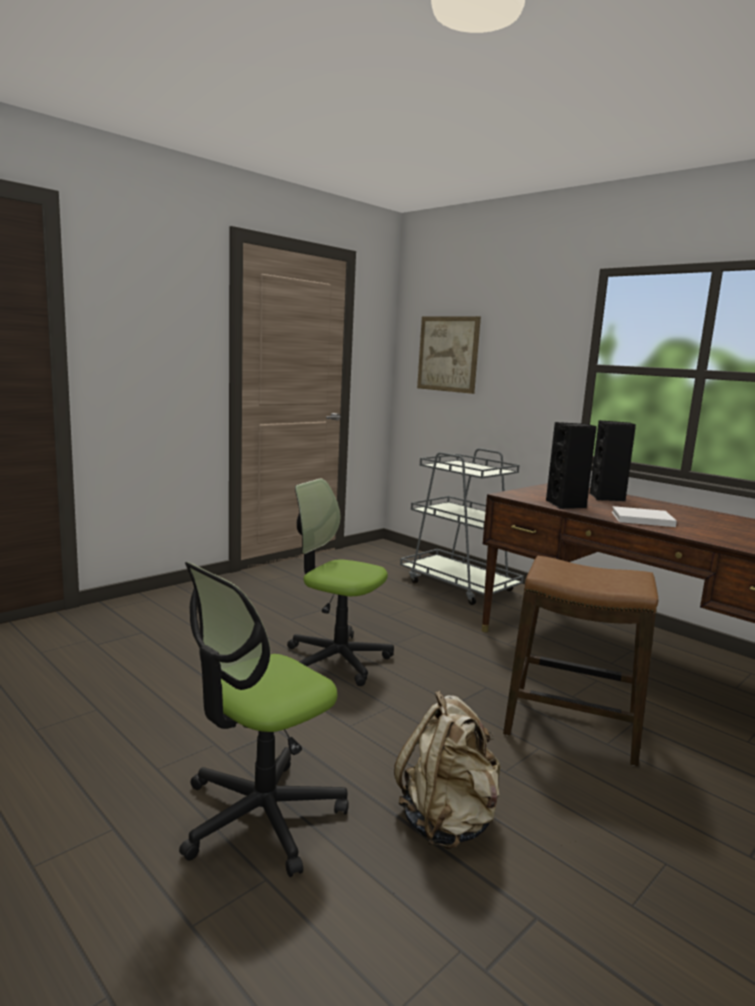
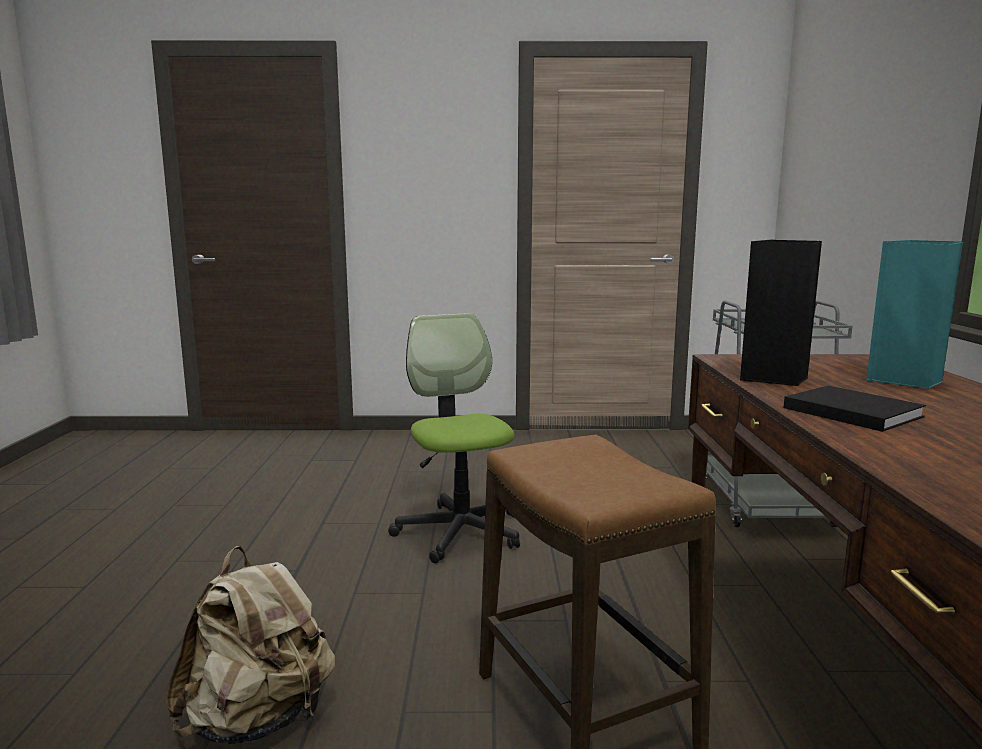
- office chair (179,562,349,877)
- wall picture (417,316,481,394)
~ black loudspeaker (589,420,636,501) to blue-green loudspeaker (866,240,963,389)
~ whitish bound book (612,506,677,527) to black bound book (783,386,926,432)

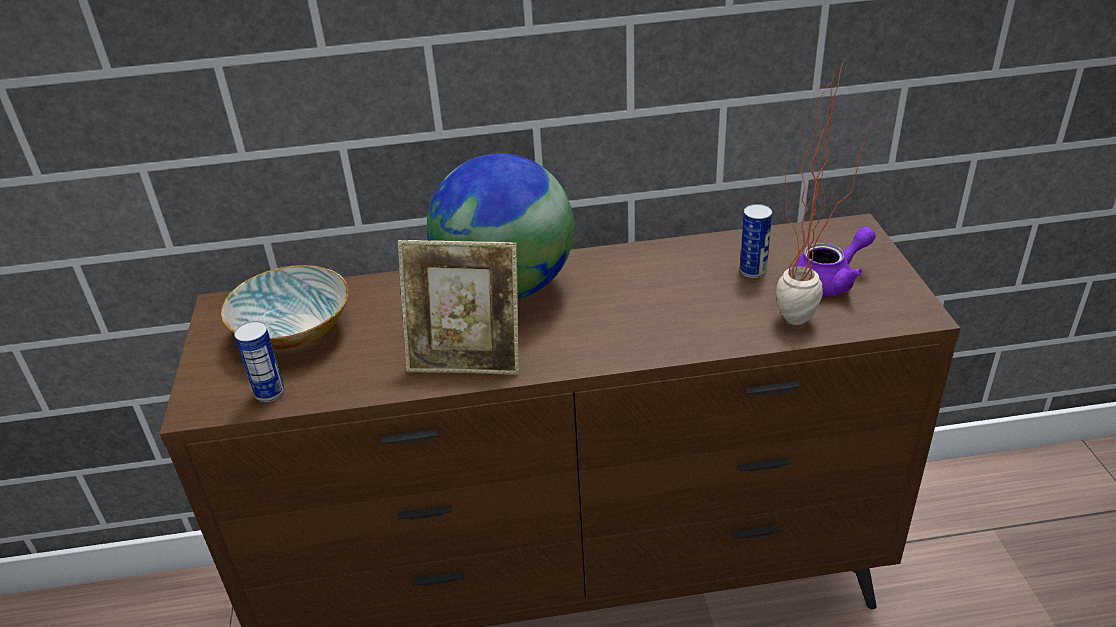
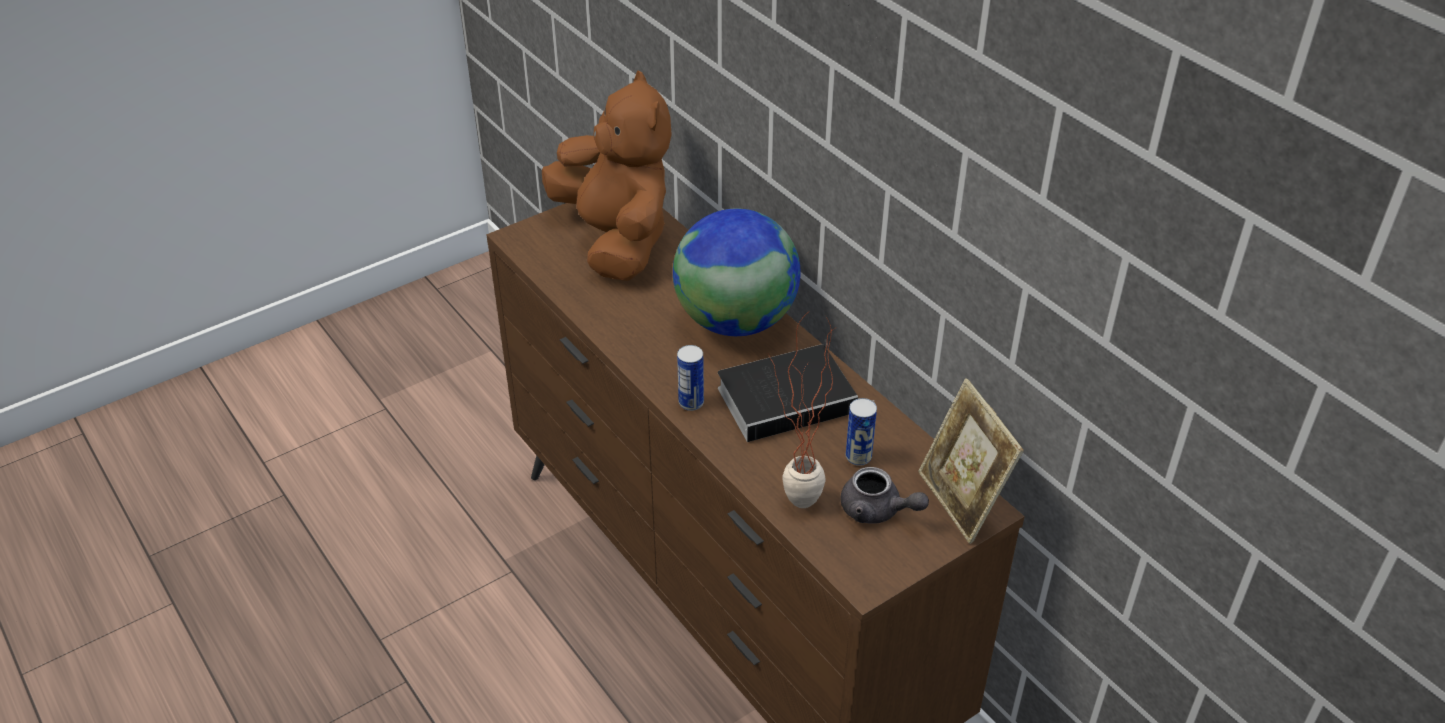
~ serving bowl (221,265,349,350) to brownish plush toy (542,71,672,281)
~ metal can (234,321,285,402) to (677,345,704,411)
~ standing frame (398,240,520,375) to (918,379,1024,544)
~ purple-coloured pot for tea (795,226,876,297) to greyish pot for tea (840,467,929,524)
+ bound book (718,345,874,442)

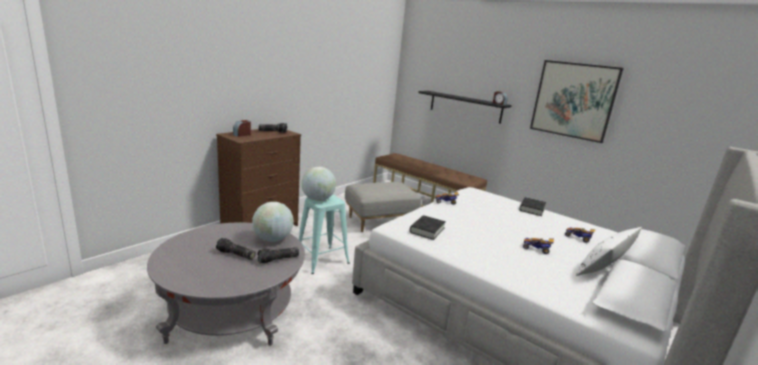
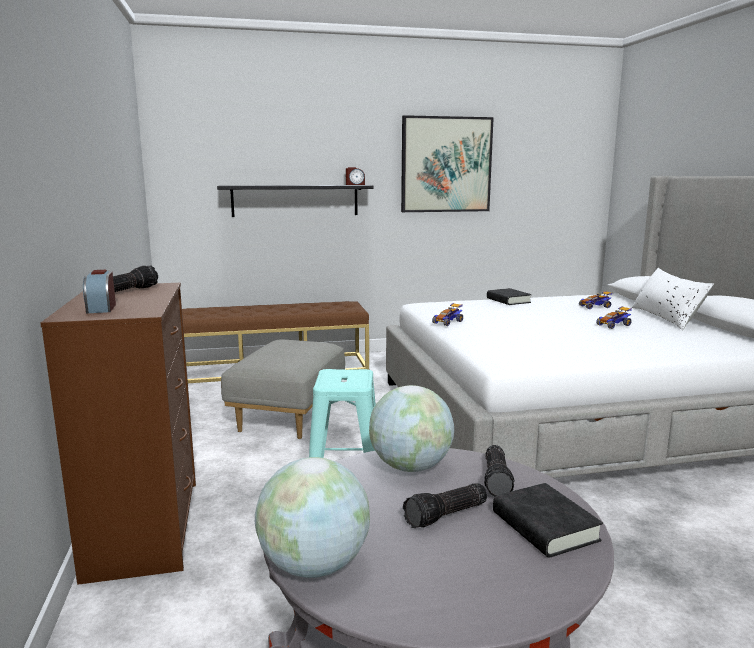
~ globe (301,167,336,201) to (255,457,370,578)
~ black bound book (409,215,446,240) to (493,483,603,558)

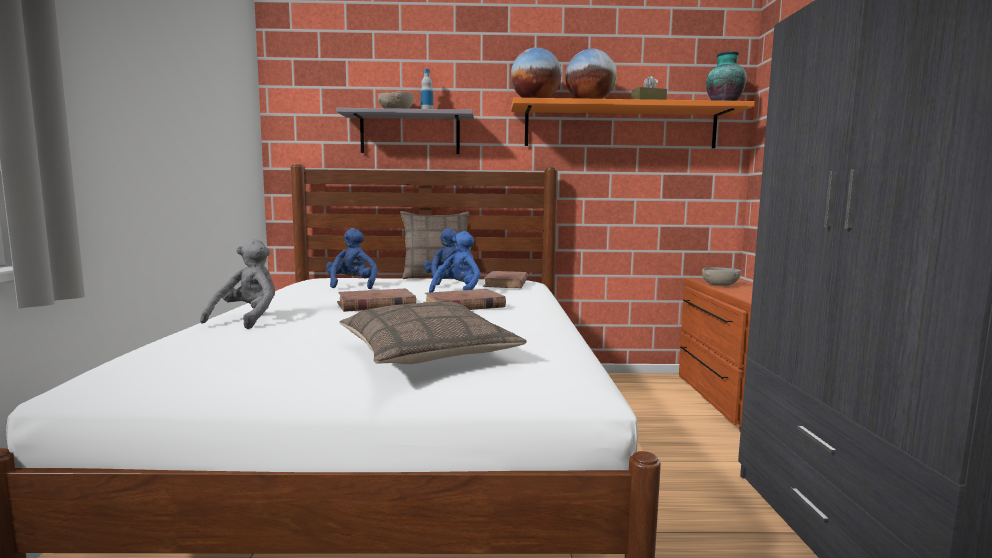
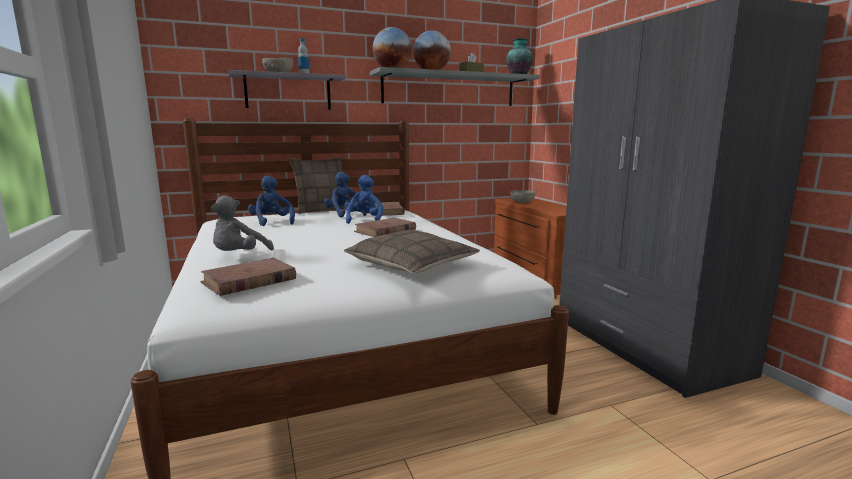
~ greyish plush toy (200,239,275,329) = (211,195,274,251) 150 degrees counterclockwise
~ brownish bound book (337,289,416,312) to (200,258,296,296)
~ orangey wall shelf (511,98,755,149) to greyish wall shelf (370,67,540,106)

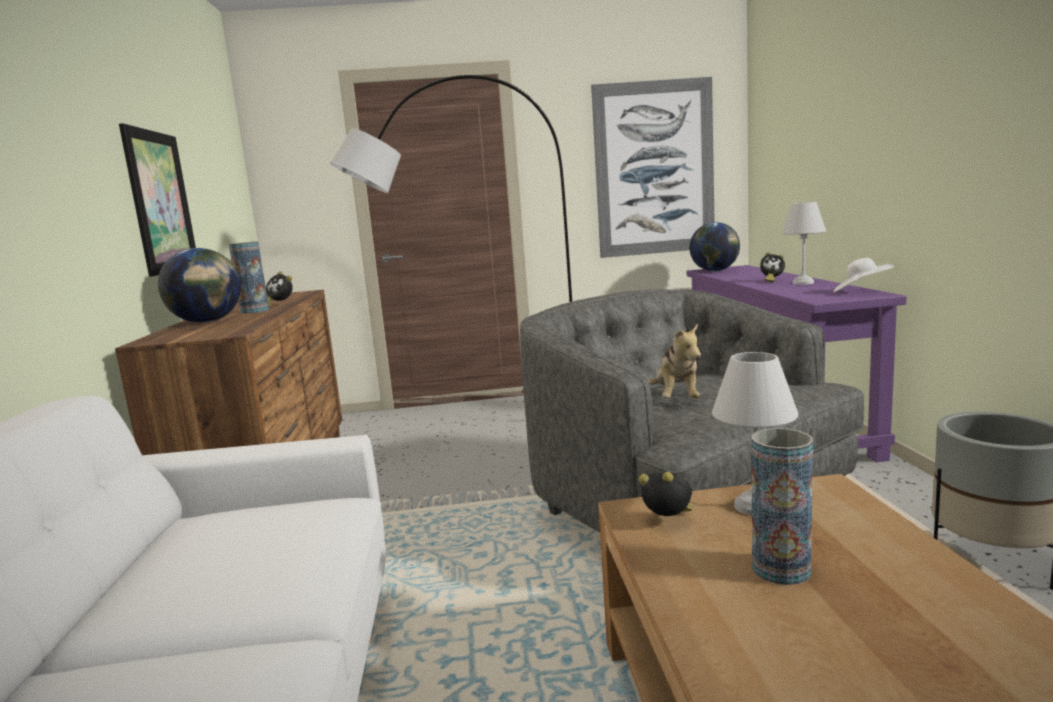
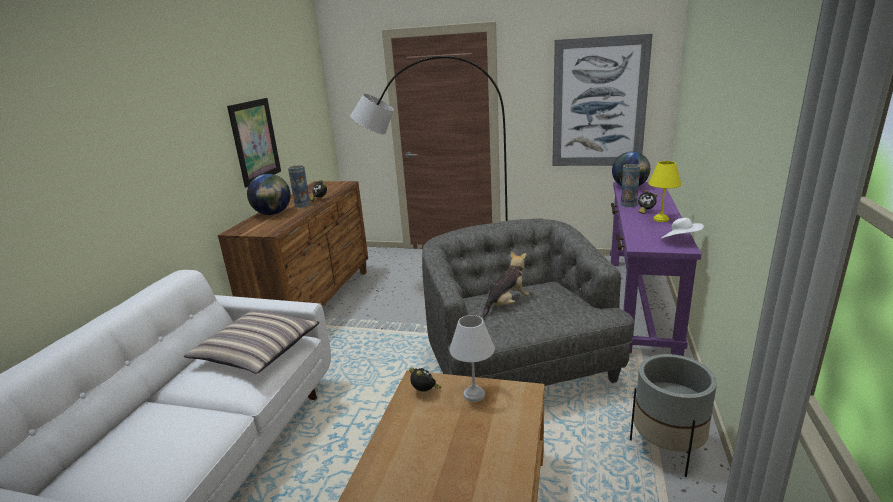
~ plush toy (648,323,701,398) = (483,251,529,318) 150 degrees counterclockwise
~ flower vase (751,428,813,585) to (621,164,640,207)
~ whitish tabletop lamp (782,202,826,285) to yellowish tabletop lamp (648,161,681,222)
+ cushion (184,310,320,374)

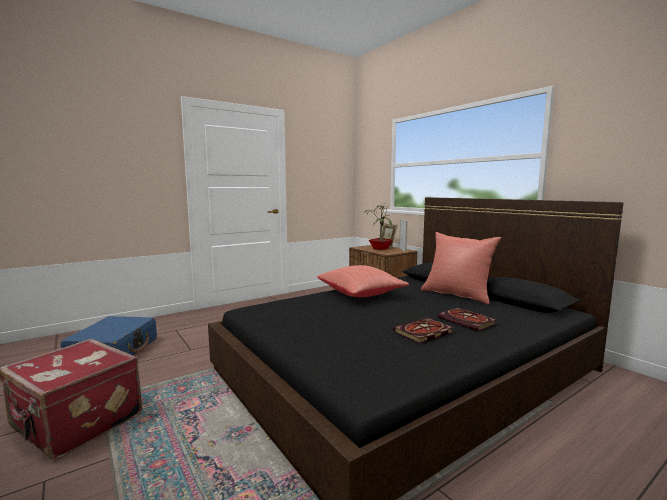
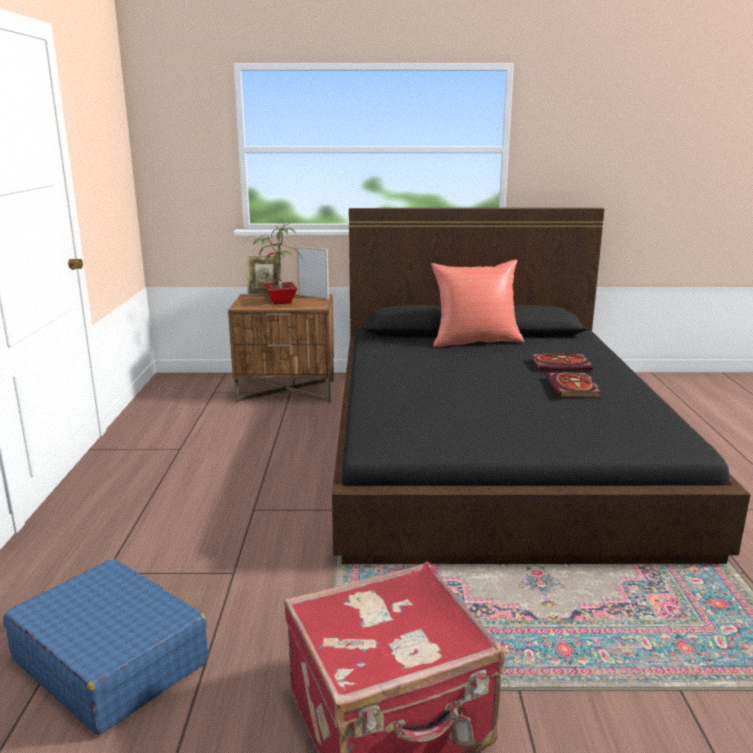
- reddish cushion (317,265,409,297)

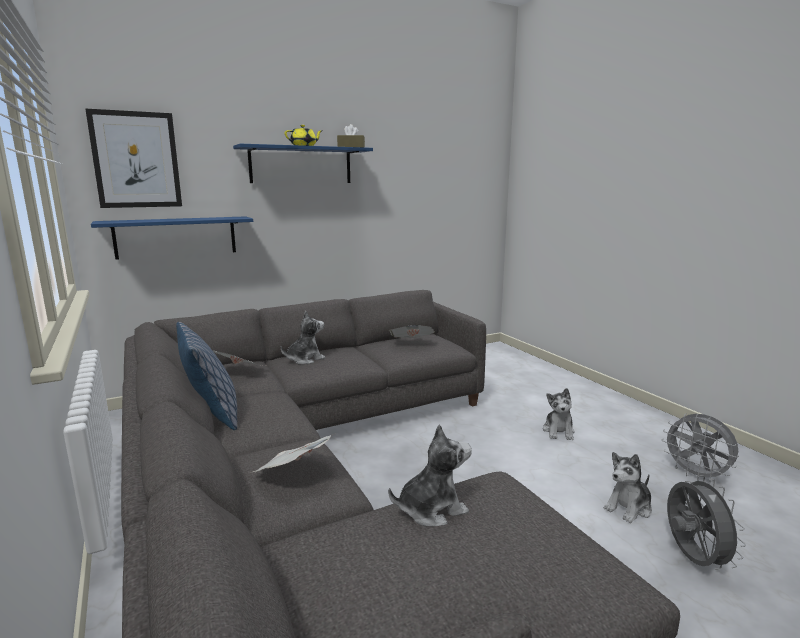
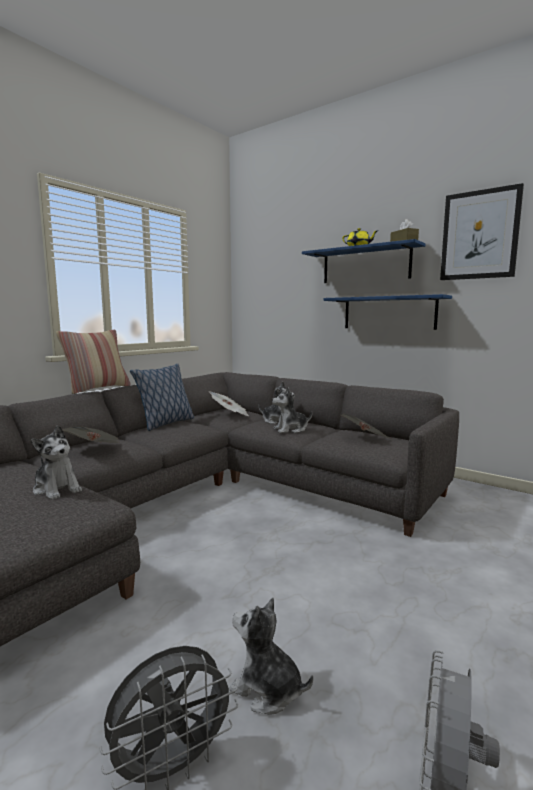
~ wall picture (85,109,182,208) to (440,183,524,280)
~ blue wall shelf (91,216,253,260) to (323,294,452,330)
~ plush toy (543,388,575,440) to (272,387,313,433)
+ cushion (56,330,131,394)

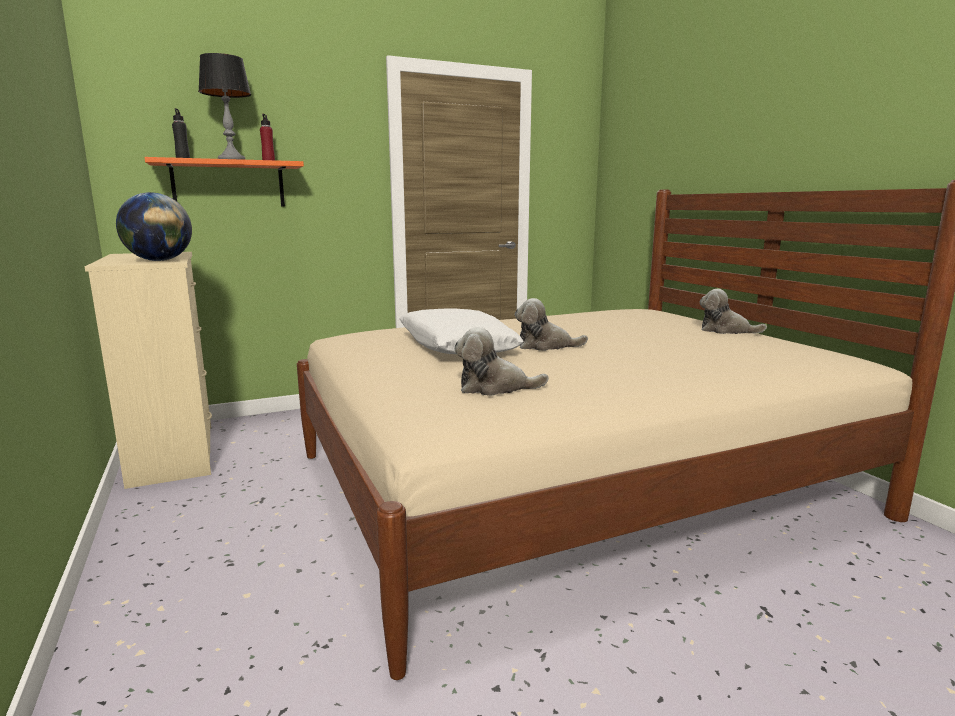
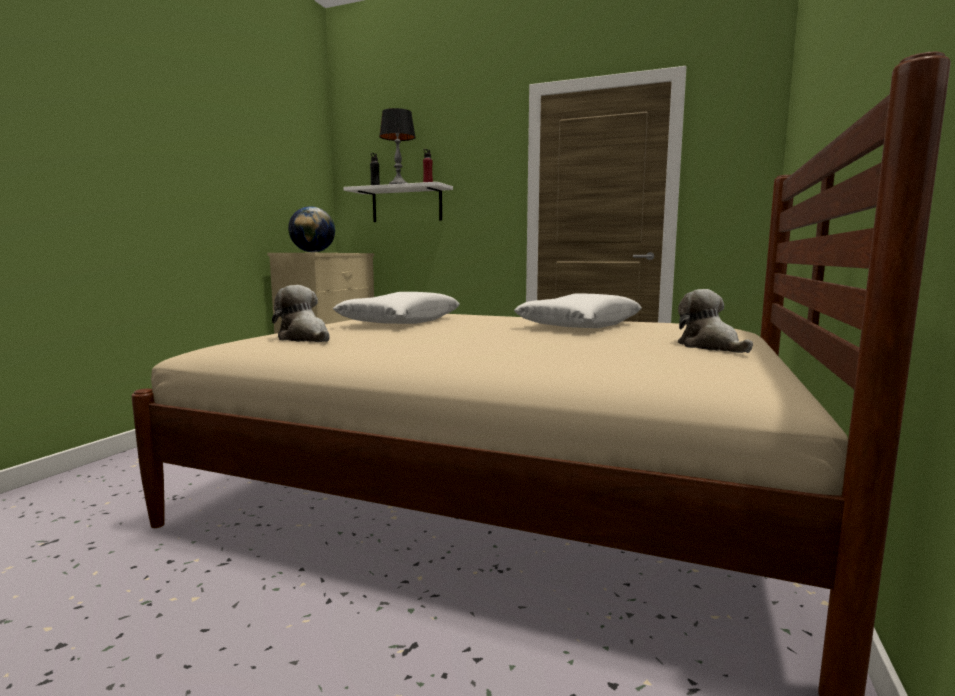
~ orangey wall shelf (144,157,304,207) to whitish wall shelf (343,182,453,222)
- plush toy (515,298,588,351)
+ whitish cushion (514,293,642,328)

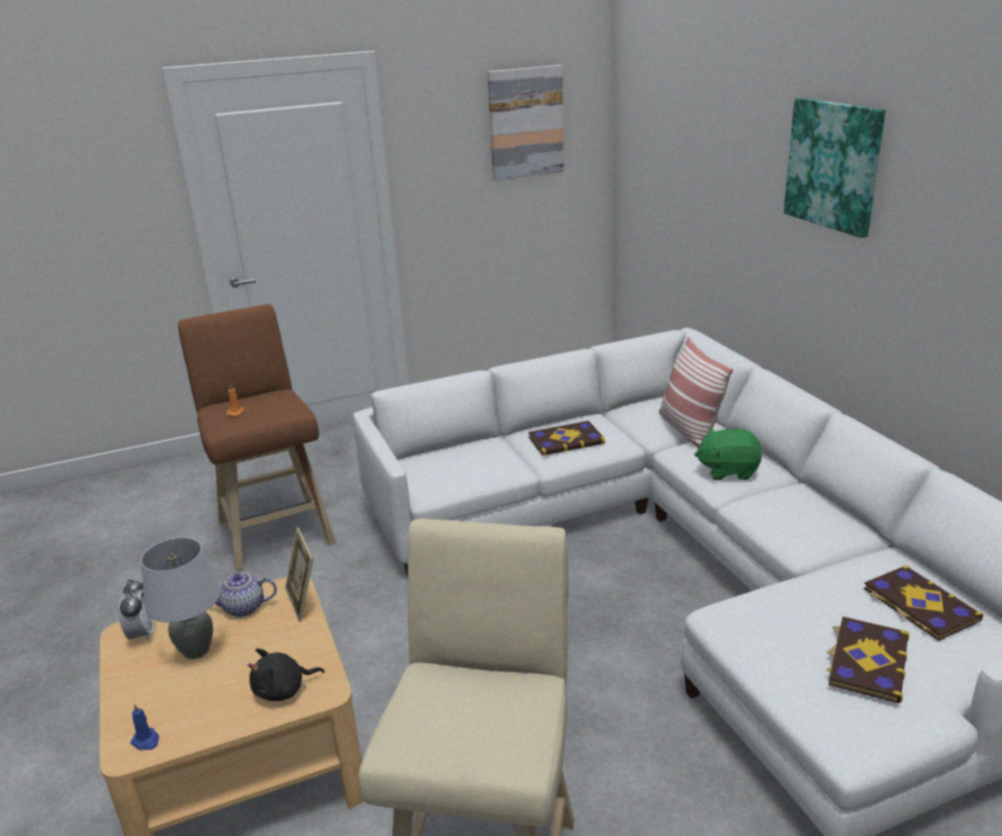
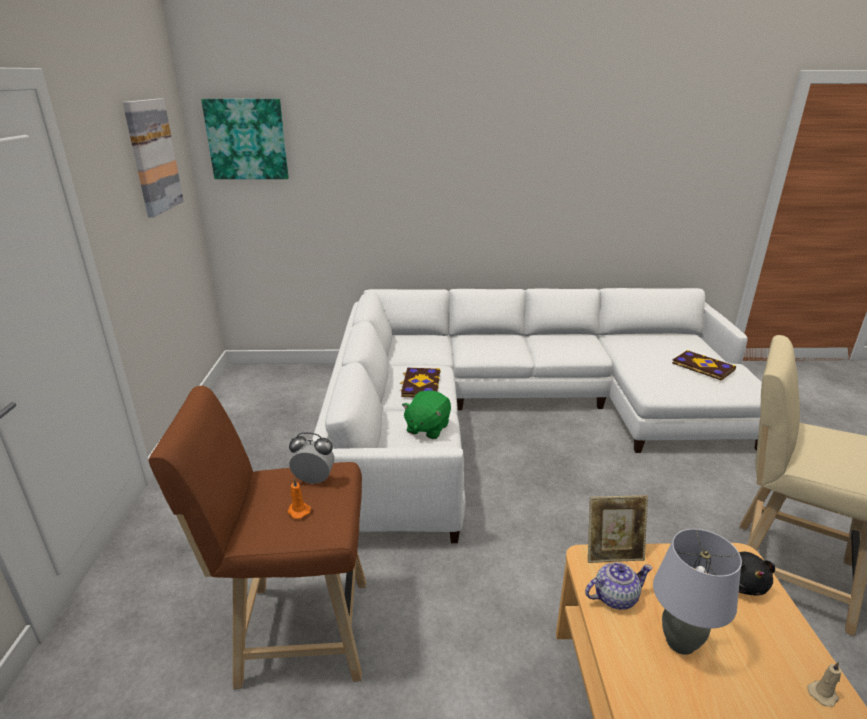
~ bedside clock (118,579,154,641) to (289,432,335,484)
~ blue wax candle (130,704,159,750) to sand-coloured wax candle (807,661,842,707)
~ pot for tea (215,573,277,617) = (585,562,652,610) 120 degrees counterclockwise
- cushion (659,337,733,448)
~ green plush toy (694,427,762,480) to (402,390,451,439)
~ wall picture (784,98,885,238) to (201,99,289,179)
- bound book (864,565,983,641)

